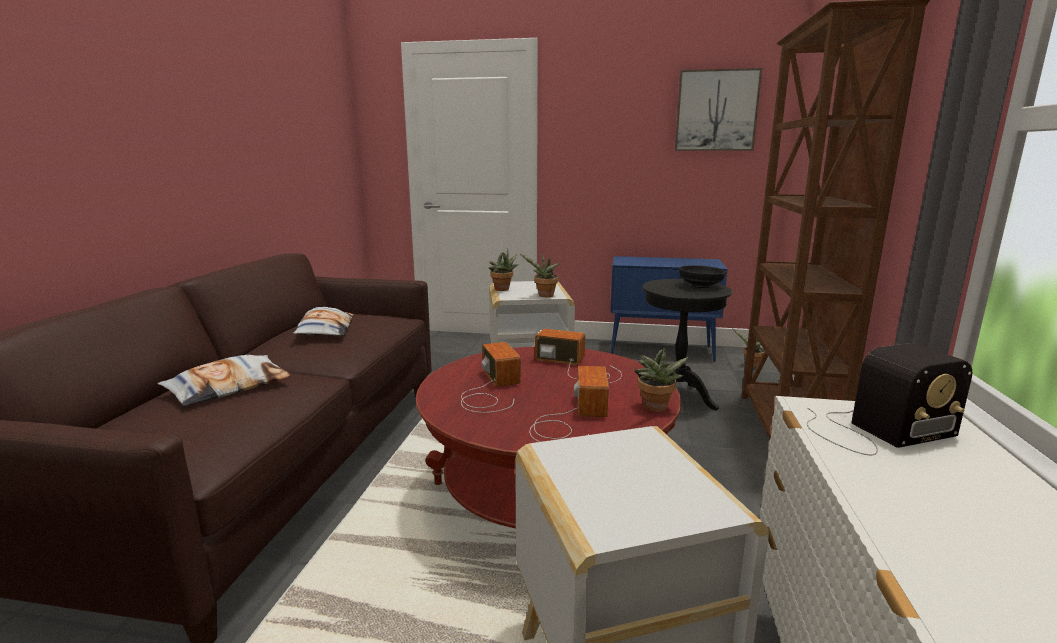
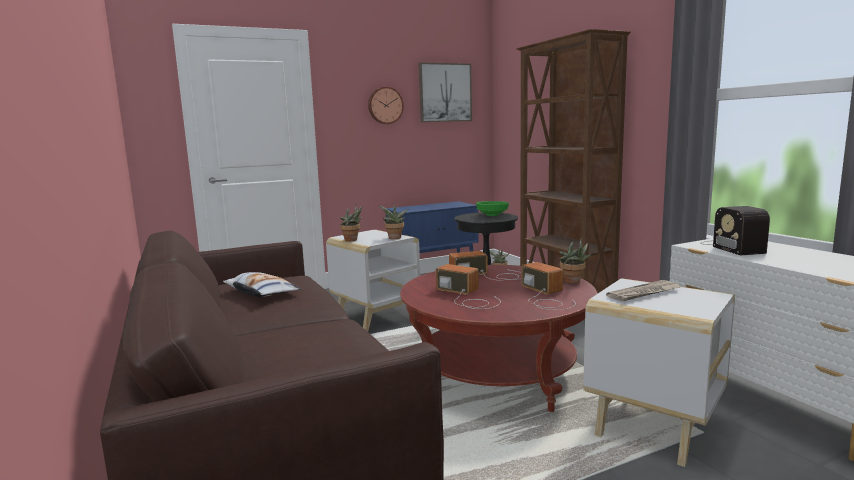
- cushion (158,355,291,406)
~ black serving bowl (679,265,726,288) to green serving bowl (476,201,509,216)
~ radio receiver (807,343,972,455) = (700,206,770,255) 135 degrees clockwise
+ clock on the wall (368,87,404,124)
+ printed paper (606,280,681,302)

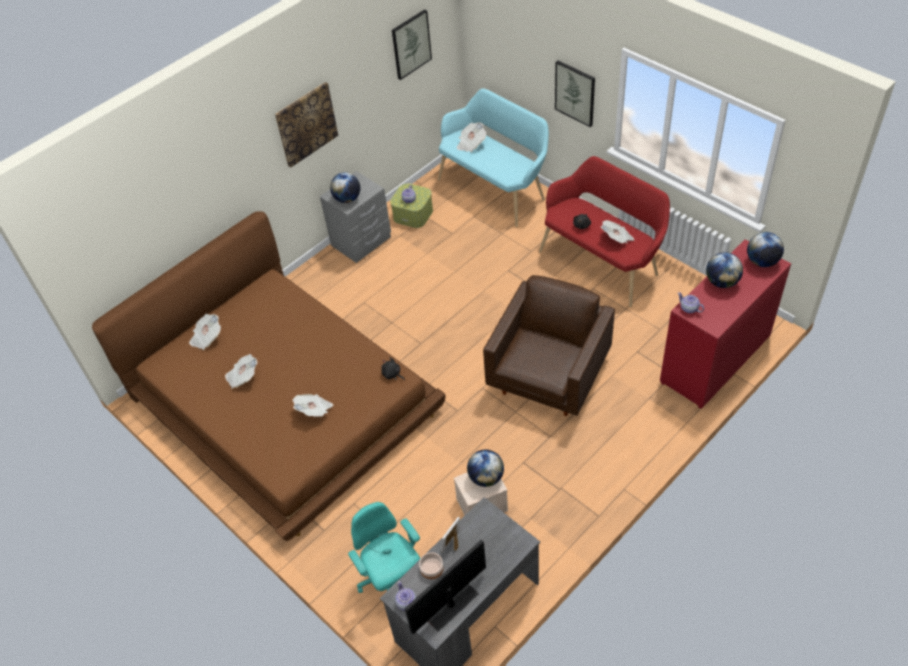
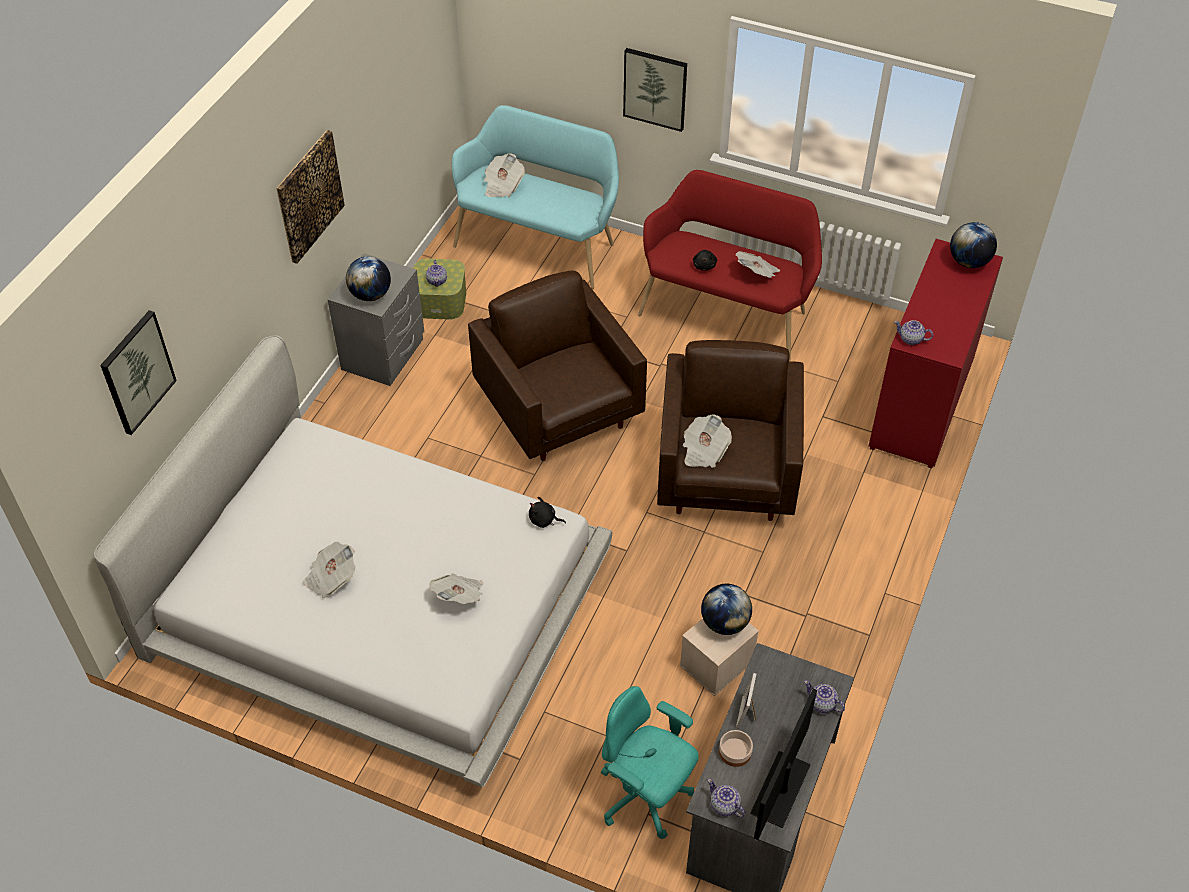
~ brownish bedroom bed (92,211,446,541) to whitish bedroom bed (93,335,612,788)
~ printed paper (189,314,221,350) to (683,414,732,468)
~ wall picture (392,9,432,80) to (100,310,177,435)
- globe (706,252,743,288)
+ brownish easy chair (468,270,647,461)
+ pot for tea (804,680,845,713)

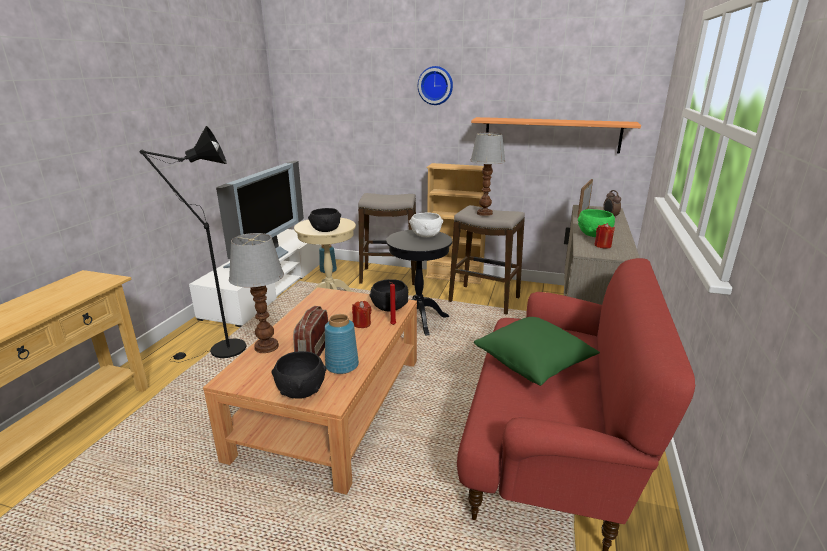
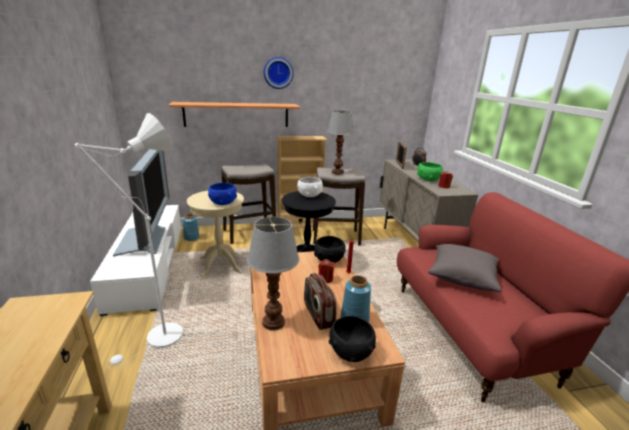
~ black floor lamp (139,126,247,362) to whitish floor lamp (75,113,183,369)
~ black serving bowl (308,208,341,232) to blue serving bowl (208,183,237,205)
~ wall shelf (471,117,641,153) to (169,102,300,127)
~ green cushion (474,317,600,386) to greyish cushion (428,244,502,292)

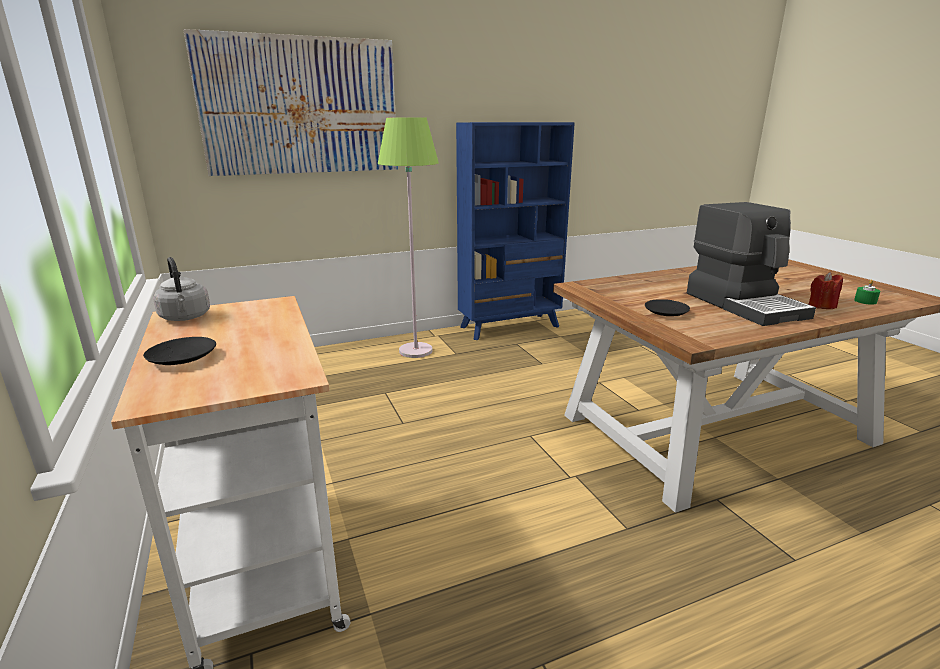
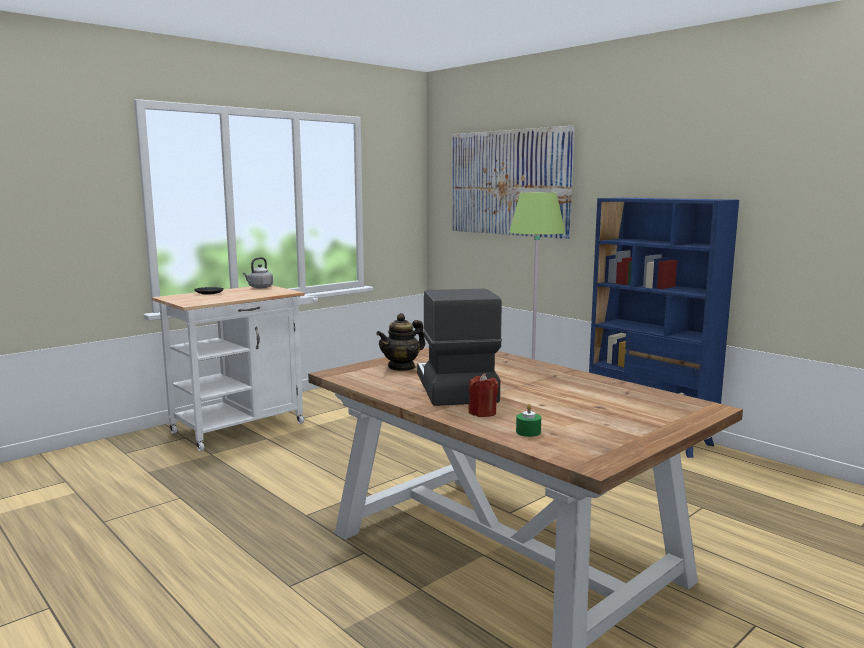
~ black plate (645,299,690,316) to pot for tea (376,313,425,371)
~ coffee brewer (687,202,816,326) = (417,289,502,406) 120 degrees clockwise

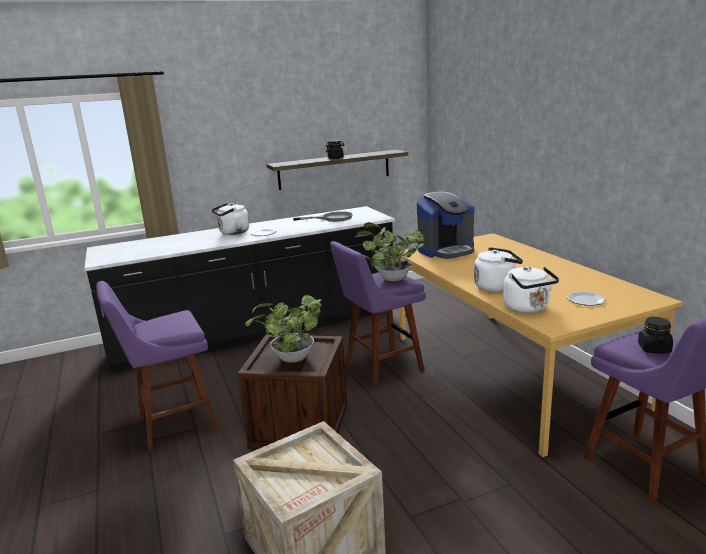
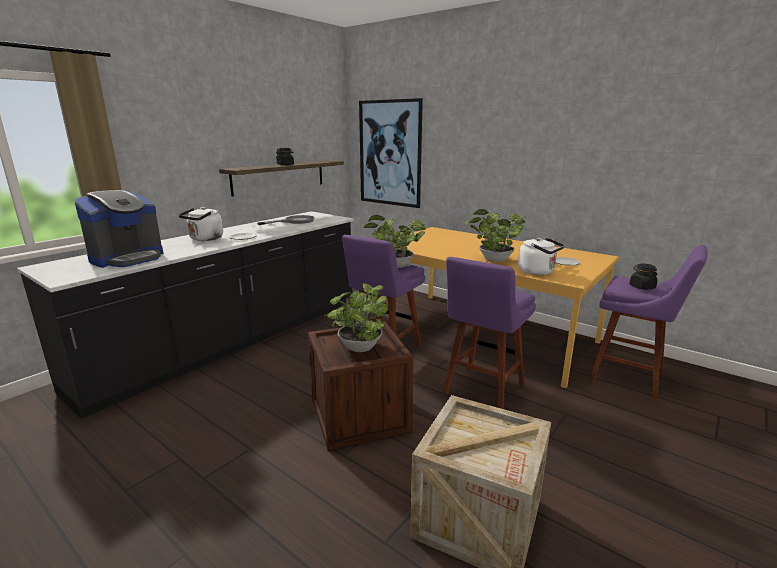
~ purple-coloured stool (96,281,218,452) to (443,257,536,409)
~ coffee brewer (417,192,475,259) to (75,190,163,268)
~ whitish tea kettle (474,247,523,291) to houseplant (464,209,525,262)
+ wall picture (359,98,423,208)

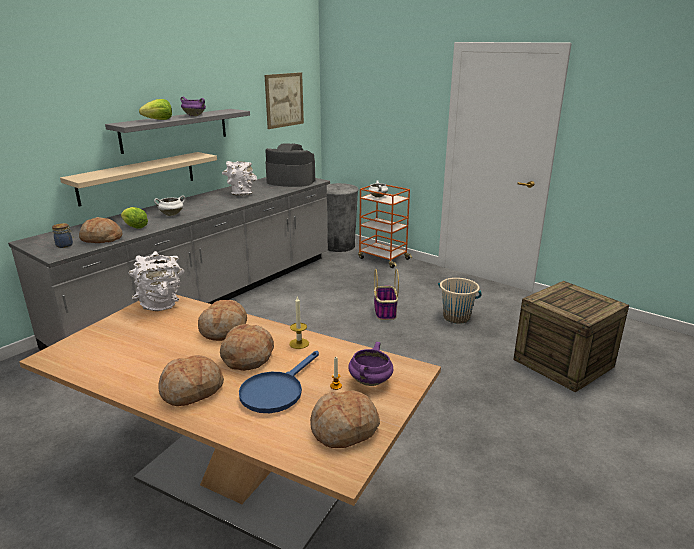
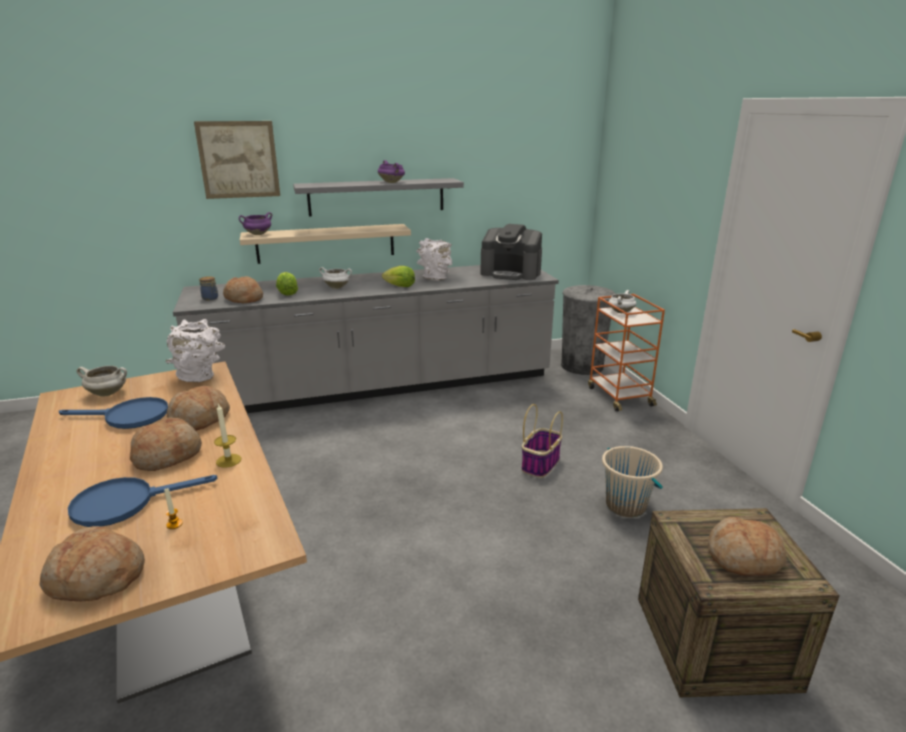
~ head of lettuce (139,99,172,120) to (382,266,415,287)
~ bakery bread (158,355,224,406) to (708,517,786,576)
~ wall picture (265,72,304,129) to (194,121,280,199)
~ coffee brewer (265,143,315,187) = (480,224,542,280) 150 degrees clockwise
~ purple-coloured cooking pot (348,342,393,386) to (239,212,272,235)
+ blue skillet (59,397,168,429)
+ whitish cooking pot (76,366,127,397)

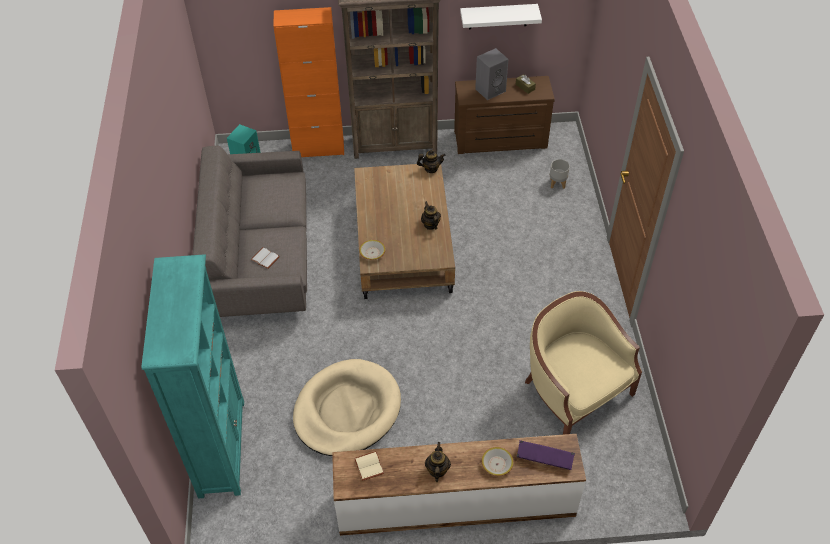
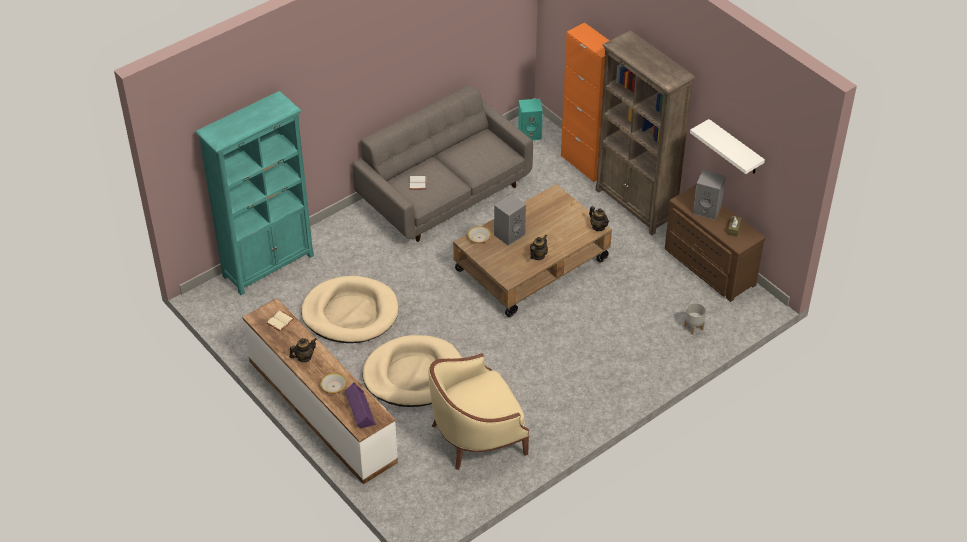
~ sand-coloured easy chair (525,291,642,435) = (428,353,529,470) 135 degrees counterclockwise
+ sand-coloured pet bed (363,335,462,407)
+ greyish loudspeaker (494,194,526,246)

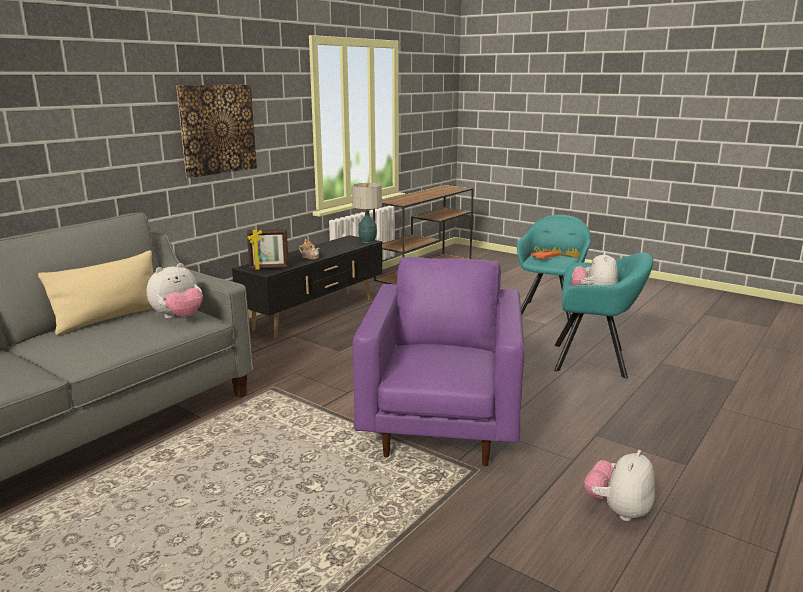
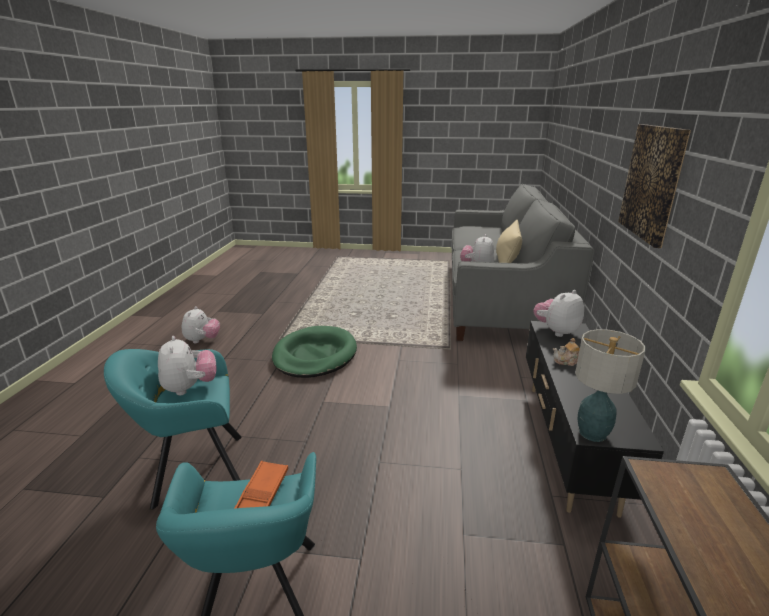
~ standing frame (247,229,289,270) to plush toy (533,290,584,337)
~ purple-coloured easy chair (353,257,525,466) to green pet bed (272,326,357,378)

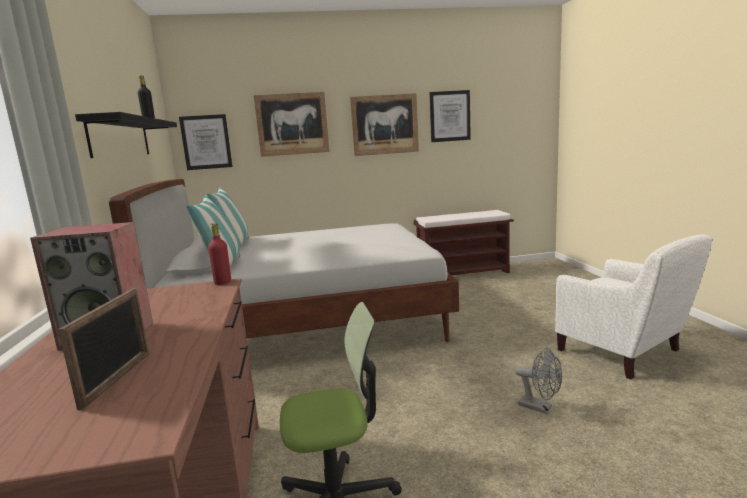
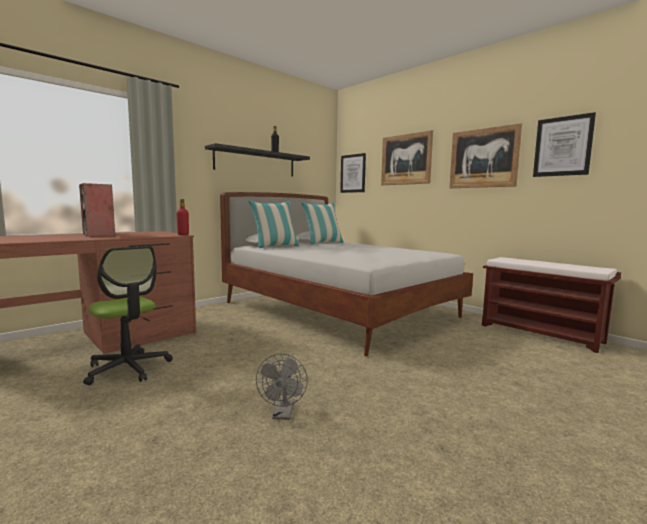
- standing frame (58,288,149,410)
- whitish easy chair (555,234,712,379)

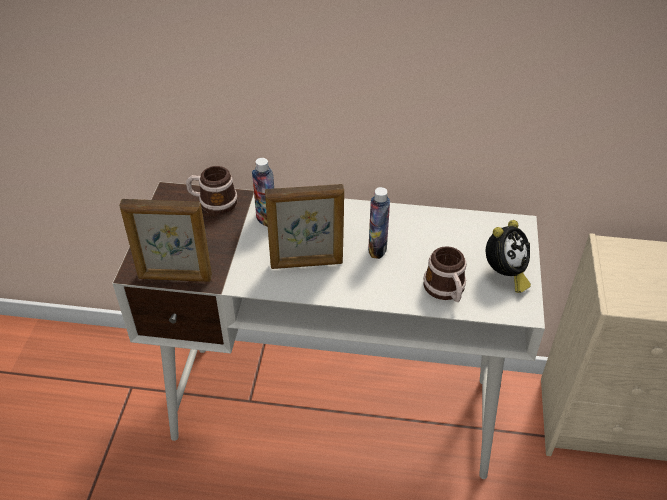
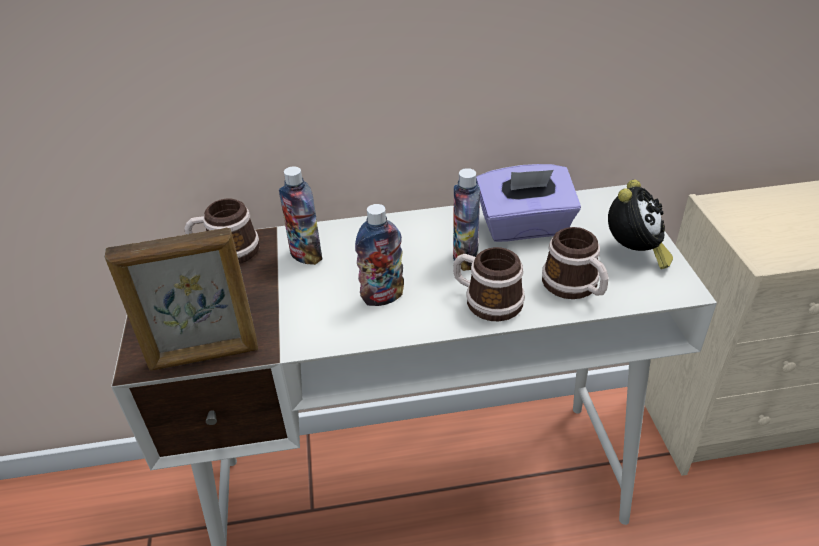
~ standing frame (265,184,344,269) to bottle (355,204,404,306)
+ mug (453,247,525,321)
+ purple-coloured tissue holder (476,164,581,242)

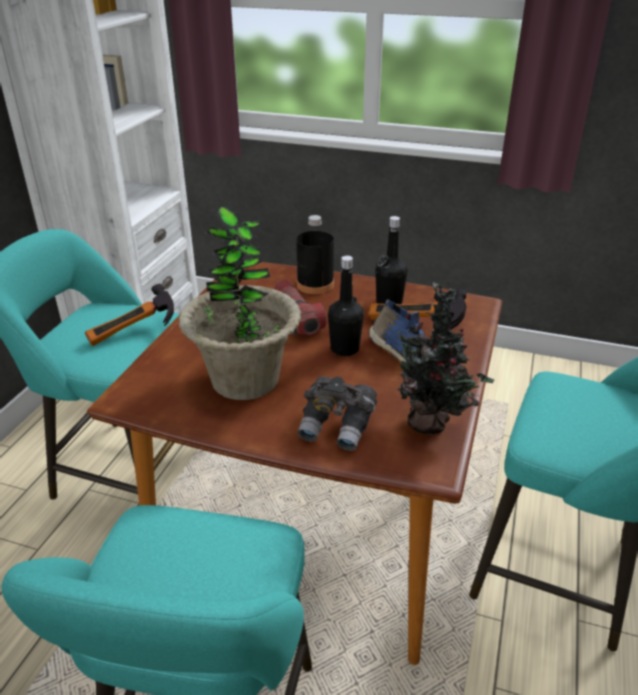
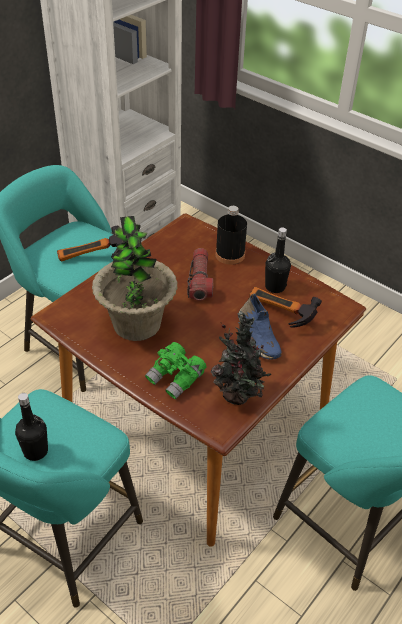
~ greyish binoculars (298,376,377,451) to green binoculars (145,342,207,399)
~ black bottle (328,256,364,356) to (15,393,48,461)

